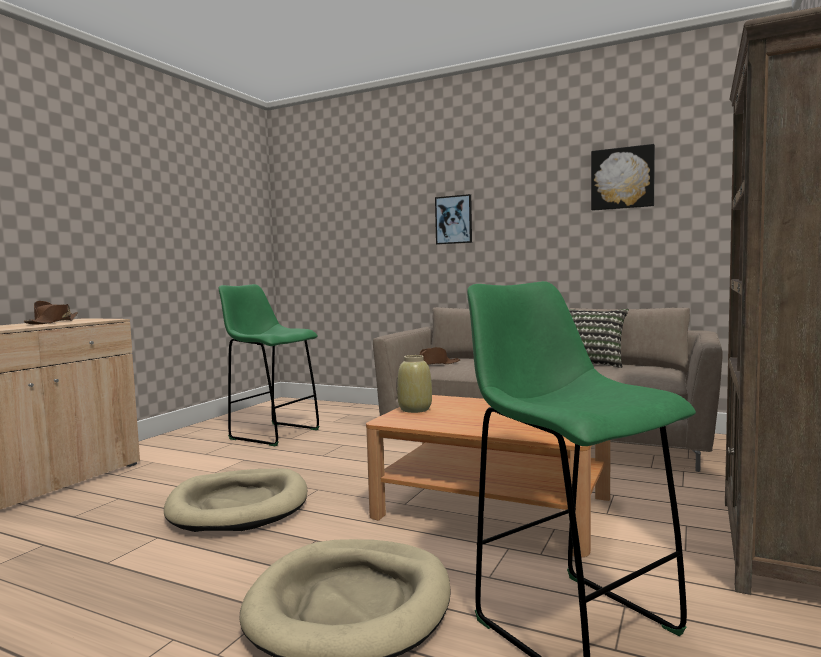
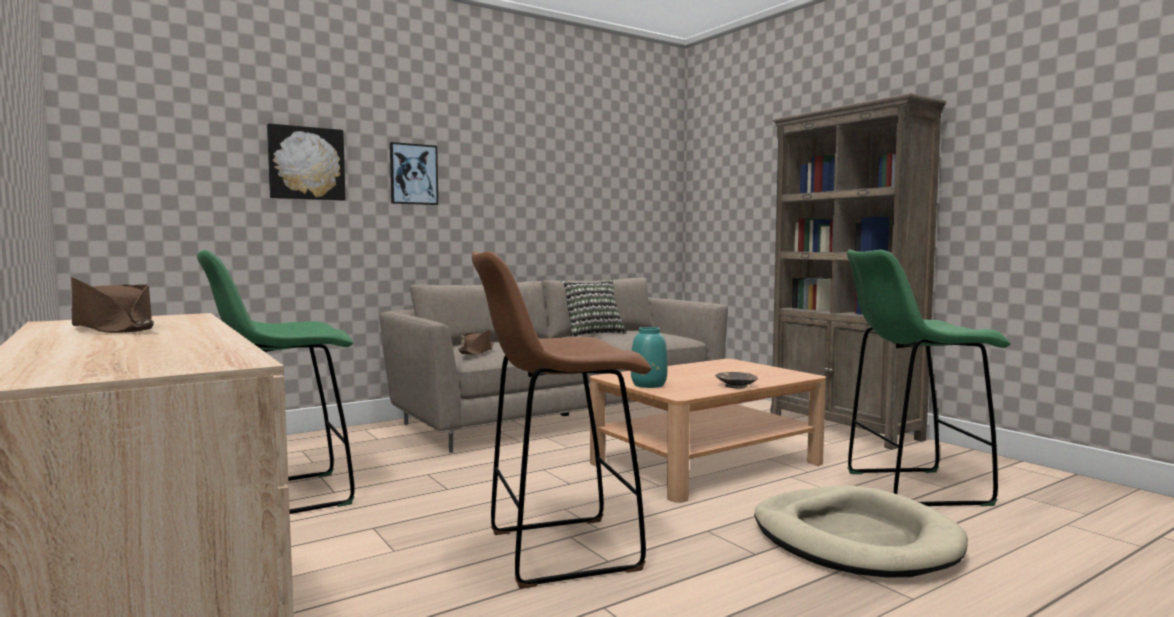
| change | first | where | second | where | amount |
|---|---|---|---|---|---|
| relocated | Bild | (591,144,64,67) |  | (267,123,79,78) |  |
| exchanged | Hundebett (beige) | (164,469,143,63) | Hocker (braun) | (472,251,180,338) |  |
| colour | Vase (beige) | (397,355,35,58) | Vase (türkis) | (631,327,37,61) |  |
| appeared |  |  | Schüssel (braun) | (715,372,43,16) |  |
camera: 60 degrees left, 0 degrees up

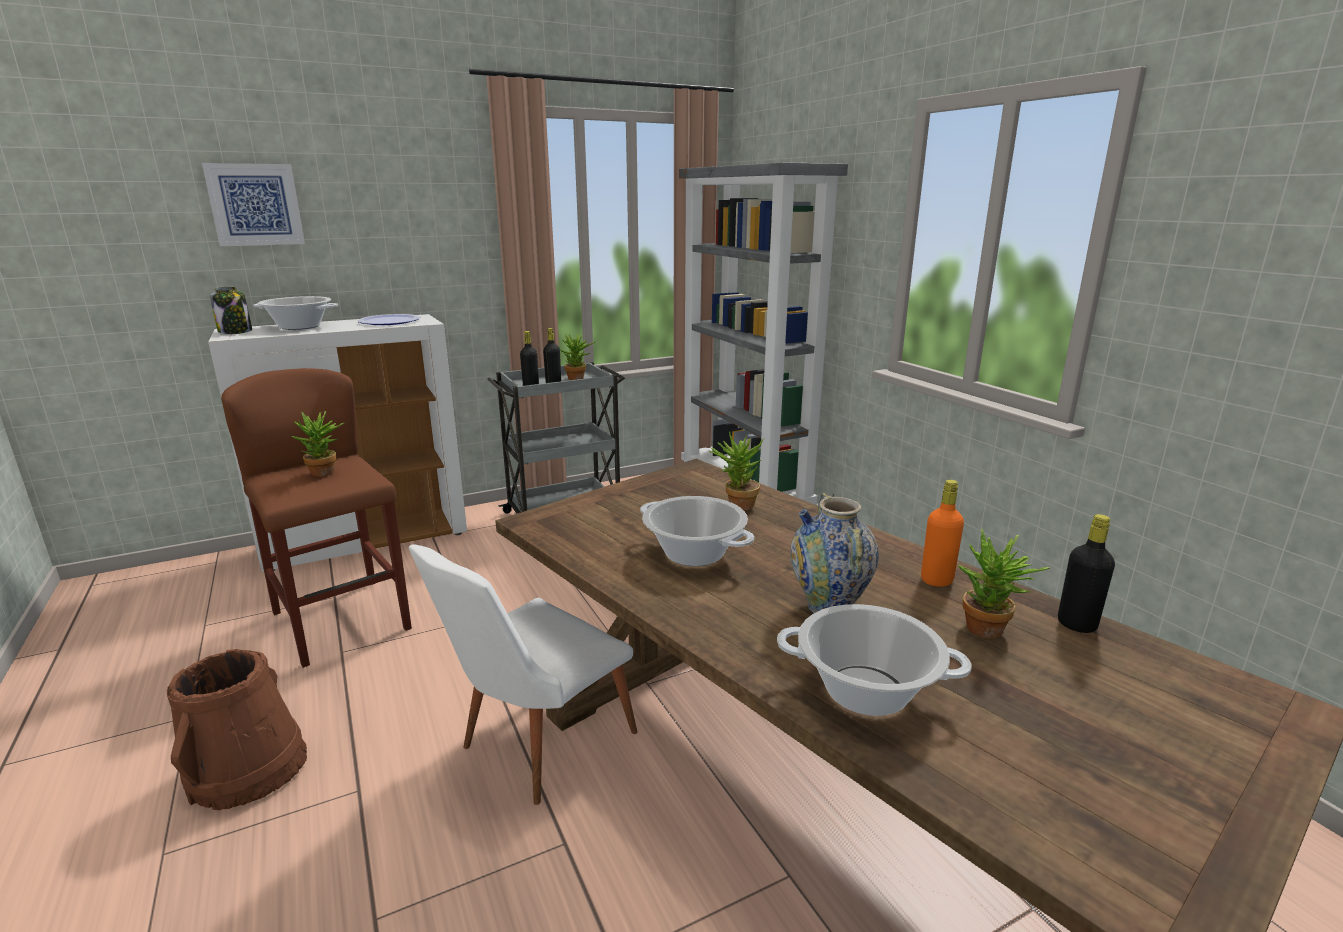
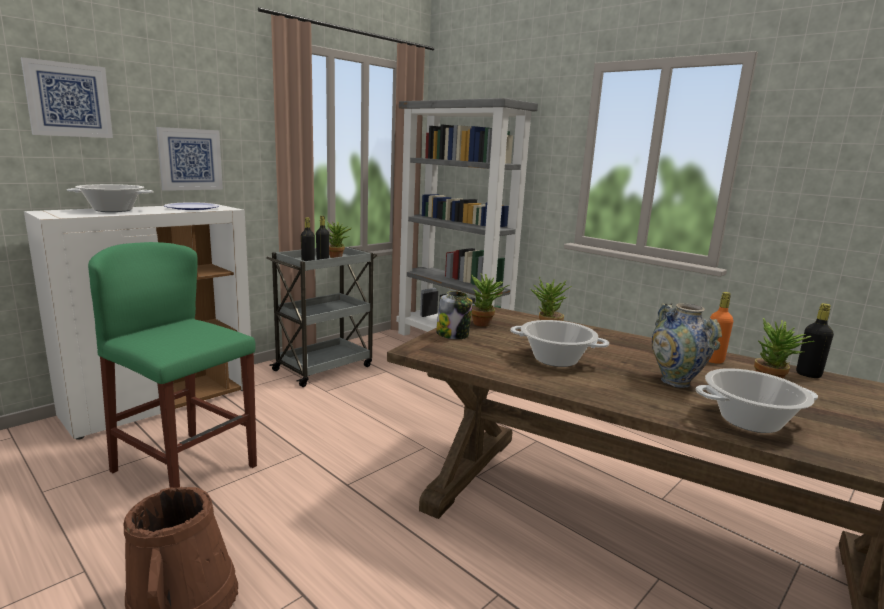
| change | first | where | second | where | amount |
|---|---|---|---|---|---|
| colour | Hocker (braun) | (221,368,191,300) | Hocker (grün) | (88,242,169,246) |  |
| appeared |  |  | Bild | (156,127,67,64) |  |
| relocated | Vorratsglas | (210,287,42,47) |  | (436,291,37,48) |  |
| relocated | Topfpflanze | (291,411,54,66) |  | (471,273,38,54) |  |
| missing | Stuhl (weiß) | (409,545,228,260) |  |  |  |
camera: 20 degrees left, 5 degrees down

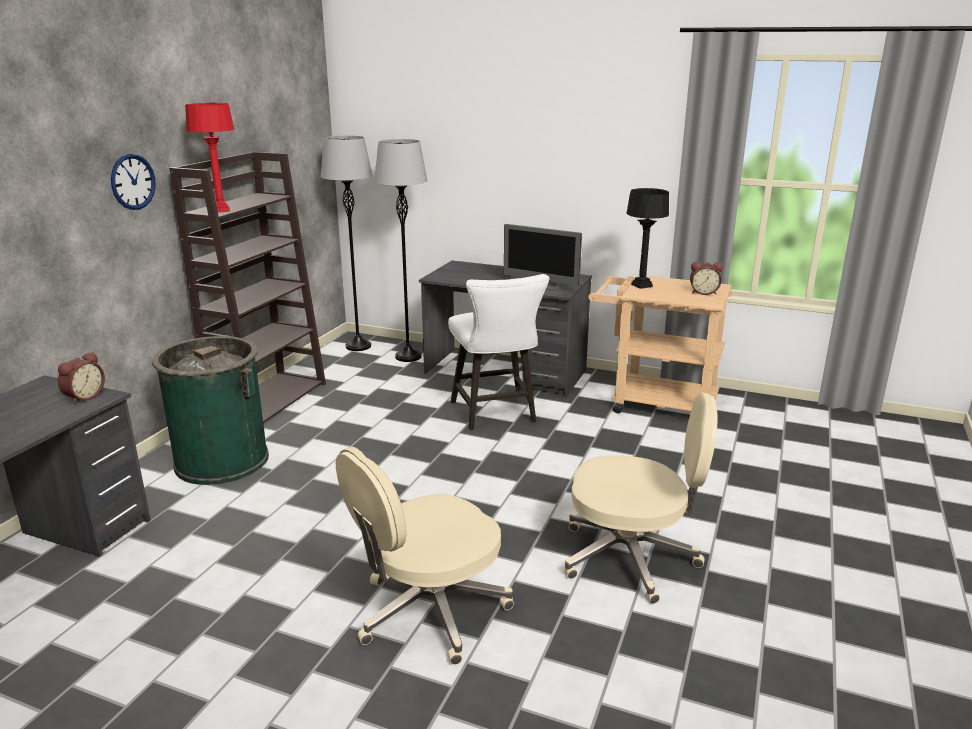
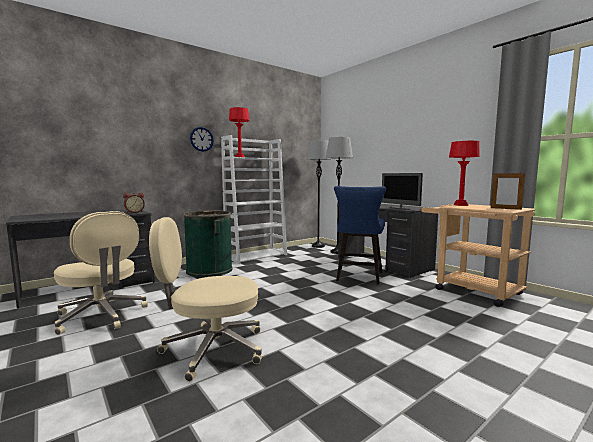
| change | first | where | second | where | amount |
|---|---|---|---|---|---|
| relocated | Bürostuhl (beige) | (564,392,154,212) |  | (54,211,93,124) |  |
| colour | Bücherregal (braun) | (169,152,157,271) | Bücherregal (weiß) | (221,135,66,129) |  |
| colour | Hocker (weiß) | (448,274,101,156) | Hocker (blau) | (334,186,52,98) |  |
| colour | Tischlampe (schwarz) | (627,188,42,101) | Tischlampe (rot) | (449,141,31,65) |  |
| exchanged | Wecker | (690,262,33,33) | Bilderrahmen | (491,172,34,38) |  |
camera: 30 degrees right, 15 degrees down

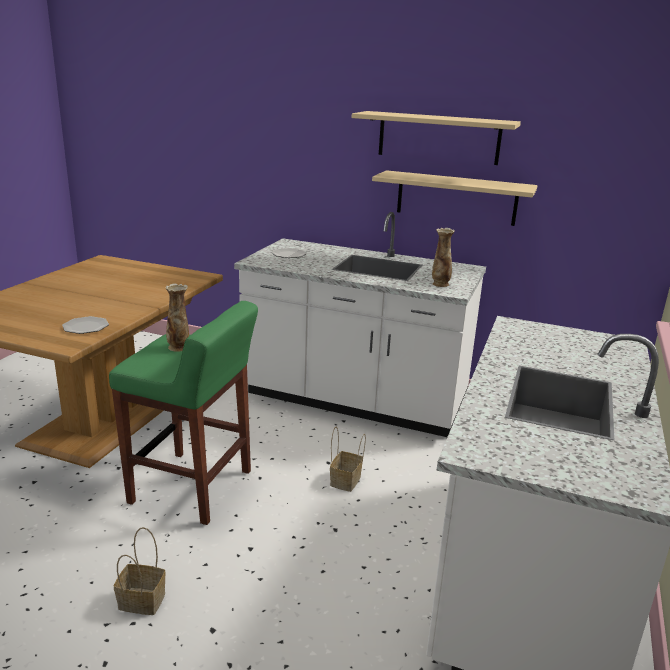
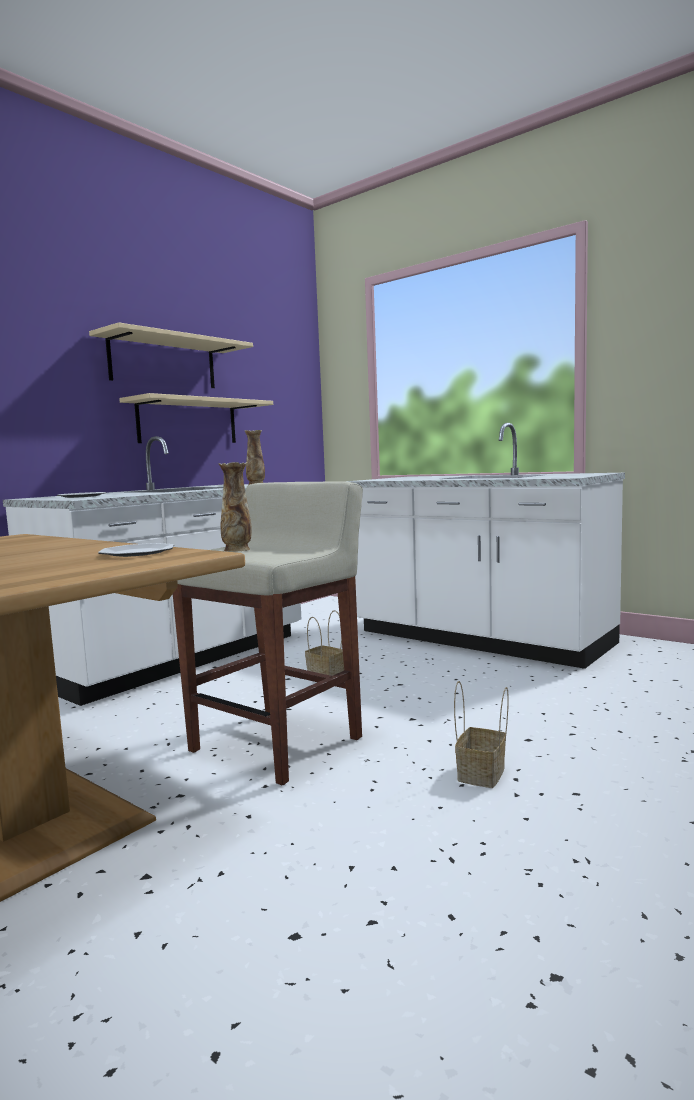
| change | first | where | second | where | amount |
|---|---|---|---|---|---|
| colour | Hocker (grün) | (109,301,149,224) | Hocker (beige) | (173,481,190,304) |  |
camera: 70 degrees left, 15 degrees down

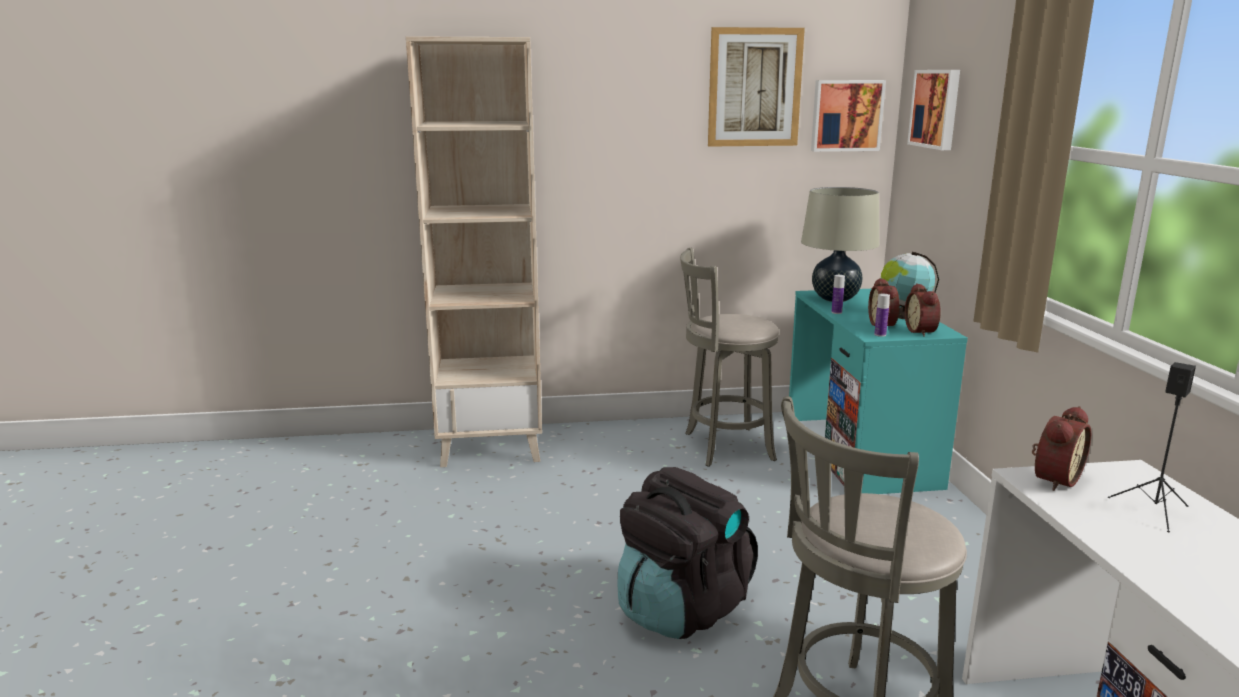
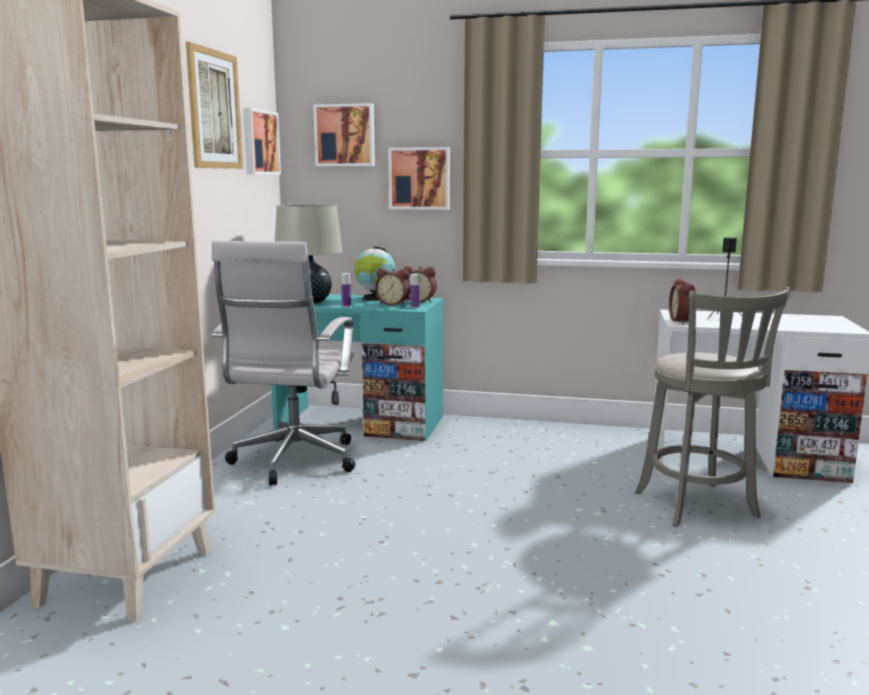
| change | first | where | second | where | amount |
|---|---|---|---|---|---|
| exchanged | Hocker (grau) | (680,248,99,219) | Bürostuhl (weiß) | (212,241,143,244) |  |
| appeared |  |  | Bild | (388,147,62,63) |  |
| spun | Wecker | (1032,406,59,85) |  | (669,279,27,45) | 150 degrees counterclockwise |
| missing | Rucksack (schwarz) | (618,467,140,172) |  |  |  |
camera: 70 degrees left, 5 degrees down

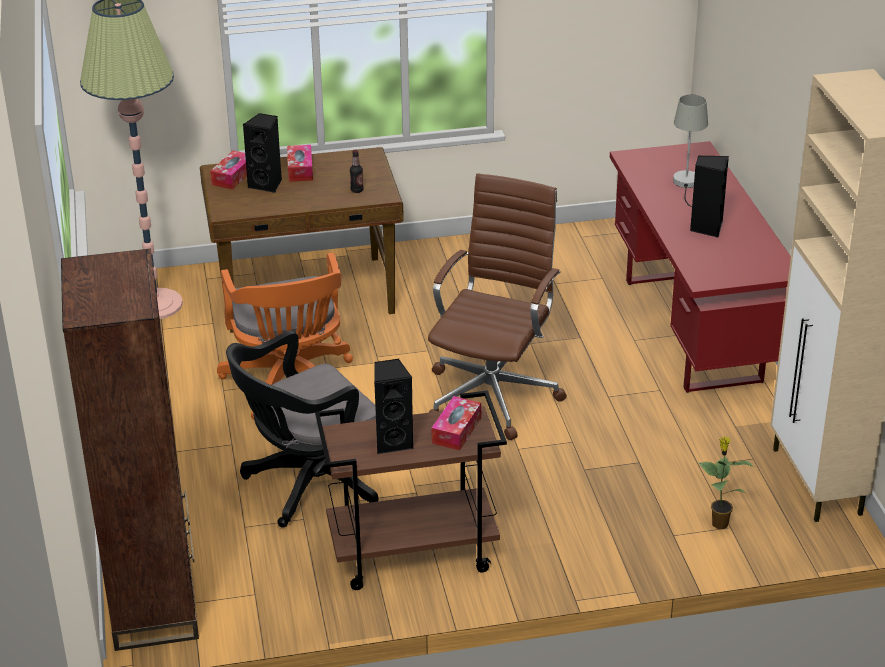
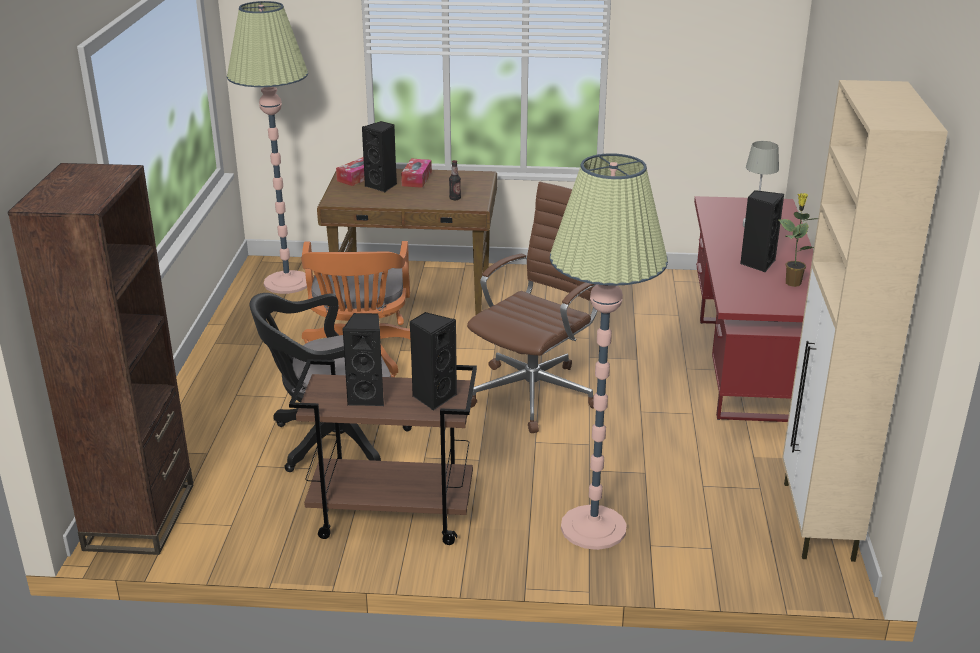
| change | first | where | second | where | amount |
|---|---|---|---|---|---|
| exchanged | Taschentuchbox | (432,396,49,55) | Lautsprecher (schwarz) | (409,312,48,99) |  |
| appeared |  |  | Stehlampe | (550,153,118,397) |  |
| relocated | Topfpflanze | (699,437,55,92) |  | (779,193,39,94) |  |
camera: 15 degrees right, 5 degrees down

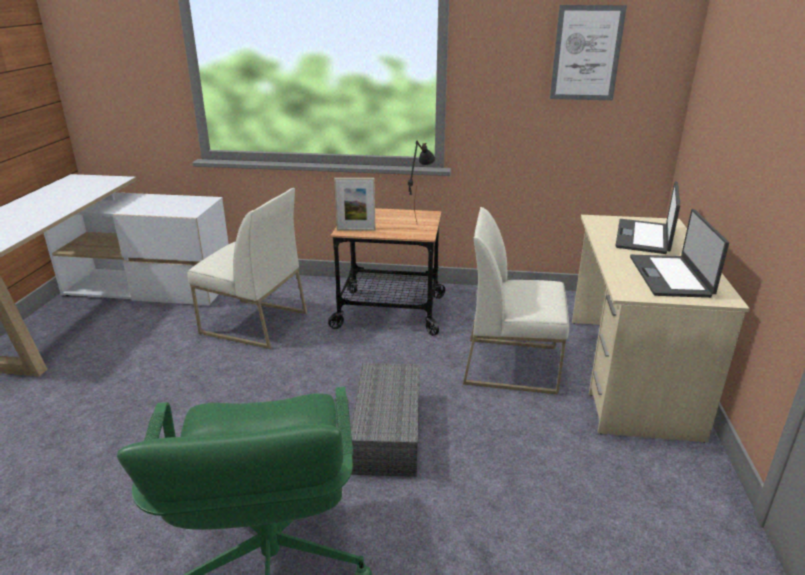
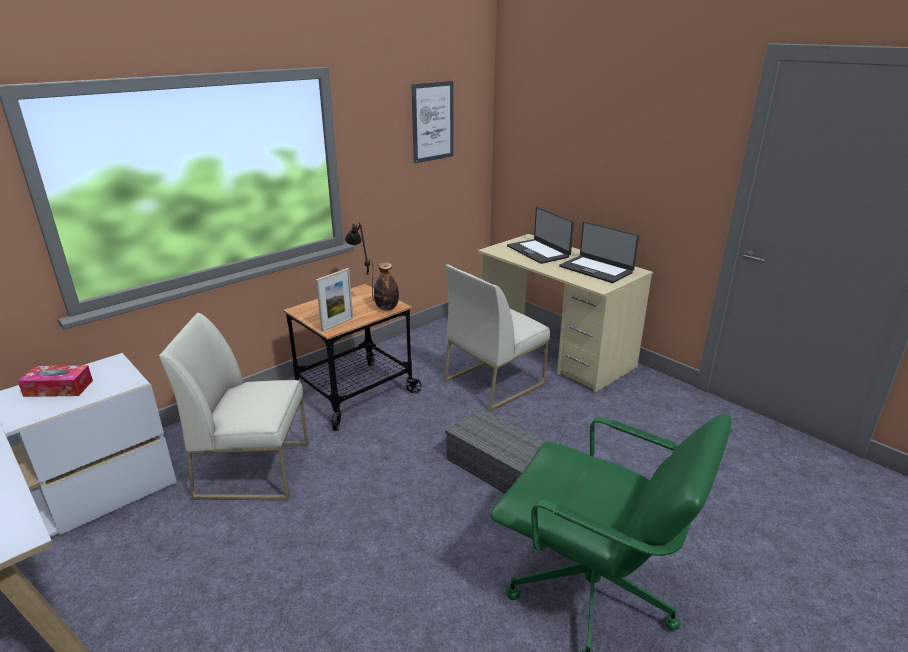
| change | first | where | second | where | amount |
|---|---|---|---|---|---|
| appeared |  |  | Taschentuchbox | (18,365,75,32) |  |
| spun | Stuhl (weiß) | (187,188,120,161) |  | (159,313,150,187) | 150 degrees counterclockwise |
| appeared |  |  | Flasche | (374,262,25,49) |  |
camera: 50 degrees left, 0 degrees up

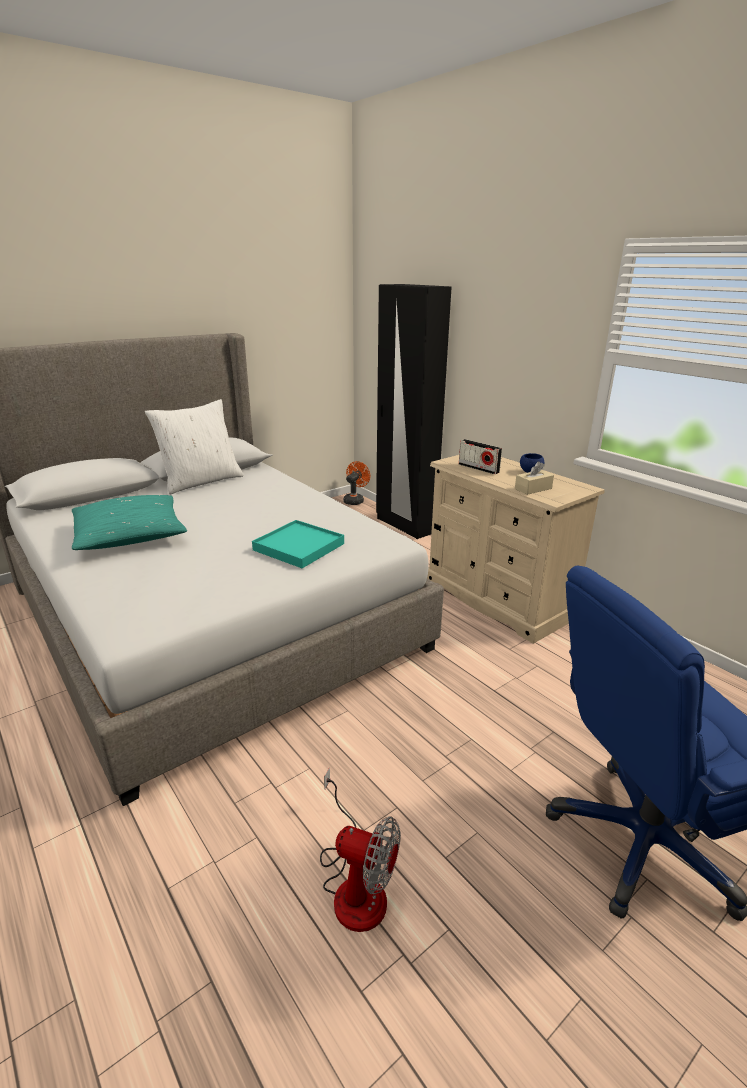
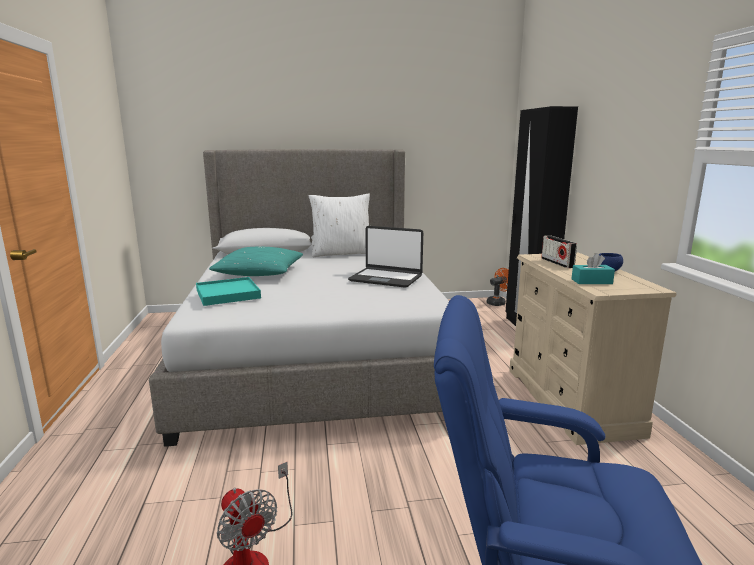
| change | first | where | second | where | amount |
|---|---|---|---|---|---|
| relocated | Tablett (türkis) | (252,520,92,48) |  | (196,277,65,29) |  |
| appeared |  |  | Laptop | (348,226,75,62) |  |
| colour | Taschentuchbox (beige) | (515,461,39,34) | Taschentuchbox (türkis) | (571,253,44,31) |  |
camera: 30 degrees right, 10 degrees down

